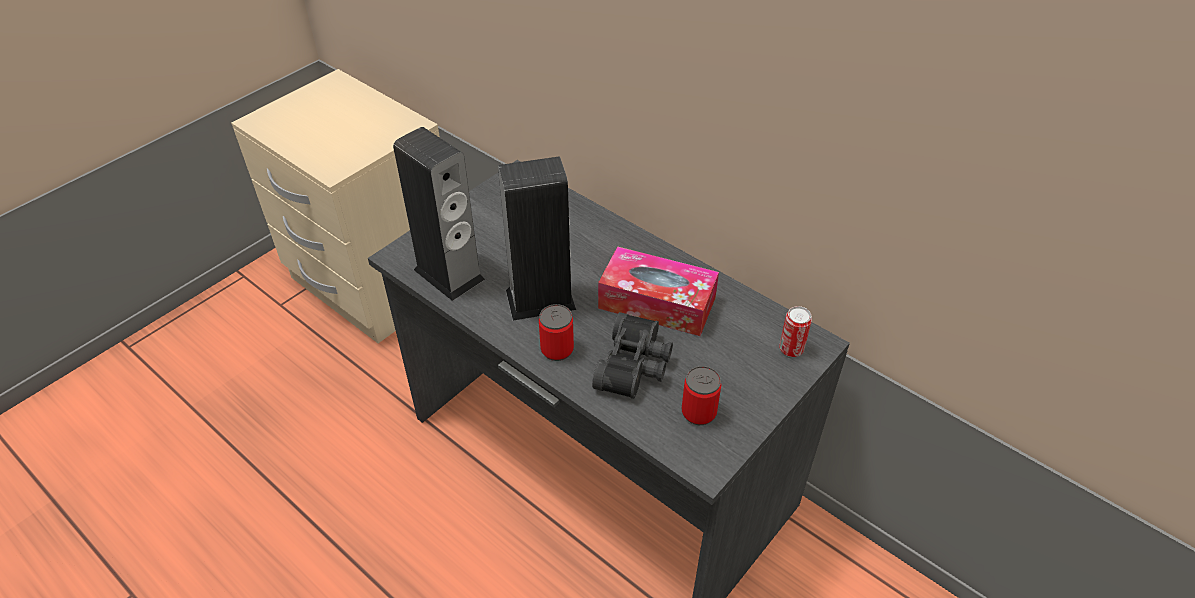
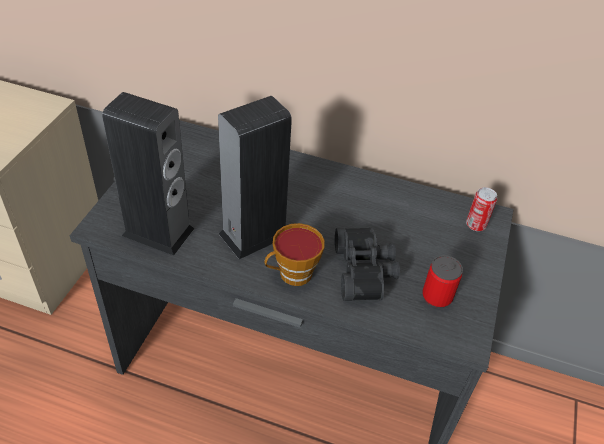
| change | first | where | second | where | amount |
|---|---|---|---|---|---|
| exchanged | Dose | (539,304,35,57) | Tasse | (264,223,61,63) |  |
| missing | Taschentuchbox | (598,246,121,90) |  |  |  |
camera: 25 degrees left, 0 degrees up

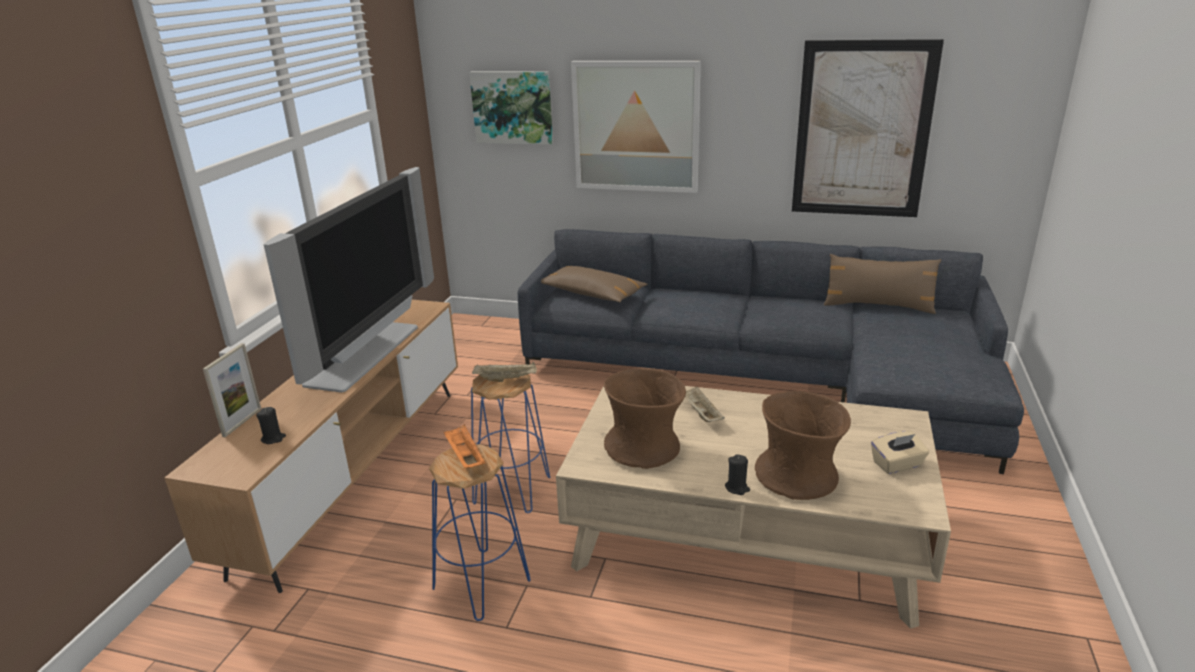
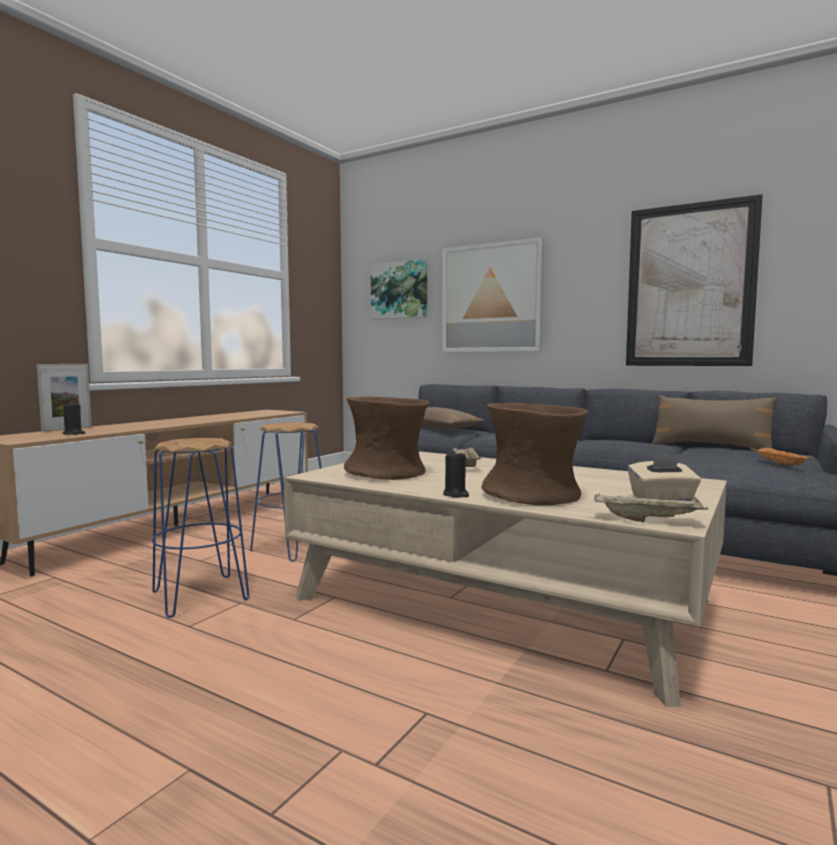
| change | first | where | second | where | amount |
|---|---|---|---|---|---|
| relocated | Tablett (beige) | (472,362,65,20) |  | (594,493,114,29) |  |
| relocated | Tablett (orange) | (443,424,42,44) |  | (750,447,63,19) |  |
| missing | Fernseher | (264,167,170,225) |  |  |  |
camera: 15 degrees right, 20 degrees down

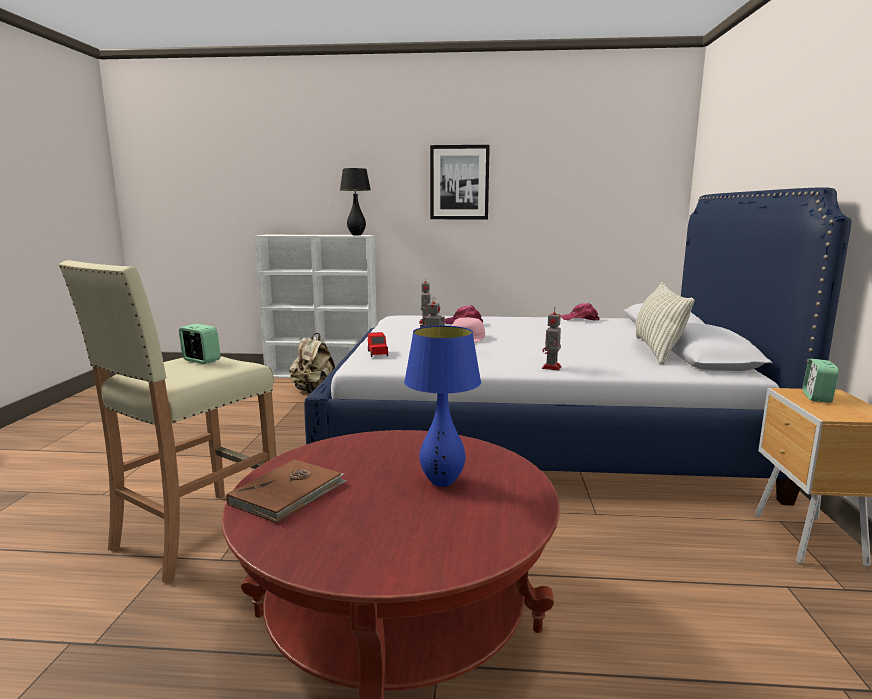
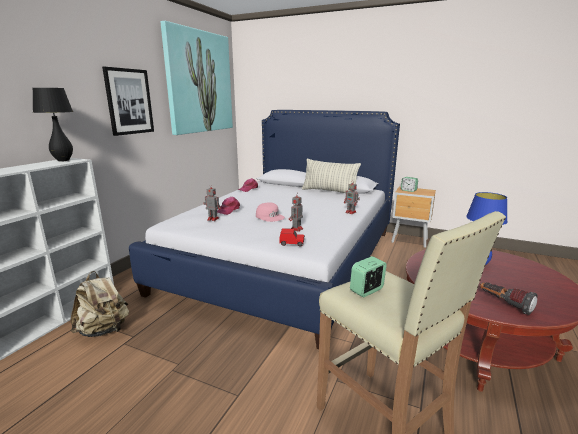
| change | first | where | second | where | amount |
|---|---|---|---|---|---|
| appeared |  |  | Bild | (160,21,73,114) |  |
| exchanged | Buch (braun) | (227,459,120,64) | Taschenlampe | (480,283,58,32) |  |
camera: 70 degrees left, 5 degrees up

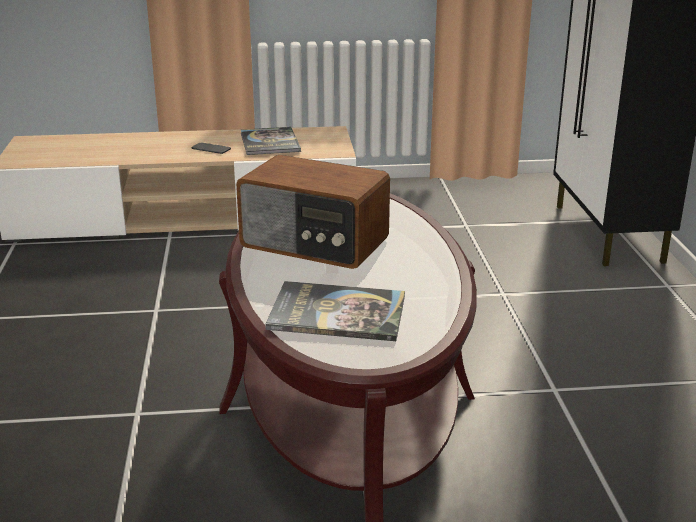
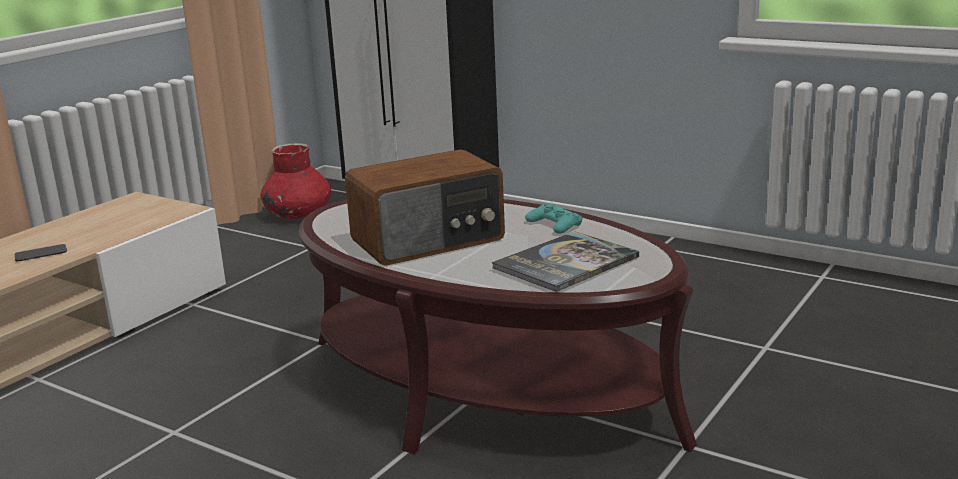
| change | first | where | second | where | amount |
|---|---|---|---|---|---|
| appeared |  |  | Vase (rot) | (260,143,71,76) |  |
| appeared |  |  | Gamepad (türkis) | (525,204,58,30) |  |
| missing | Buch | (241,127,60,28) |  |  |  |
camera: 50 degrees left, 5 degrees down

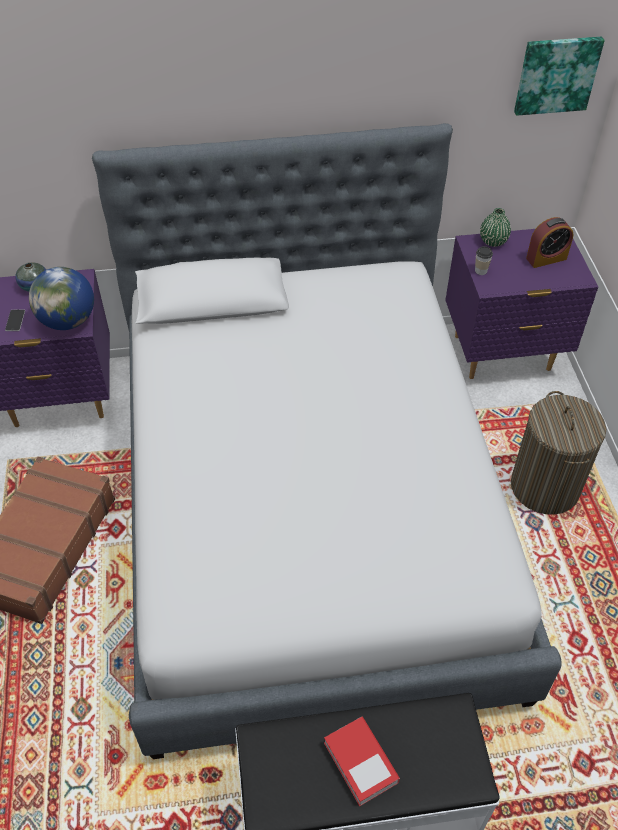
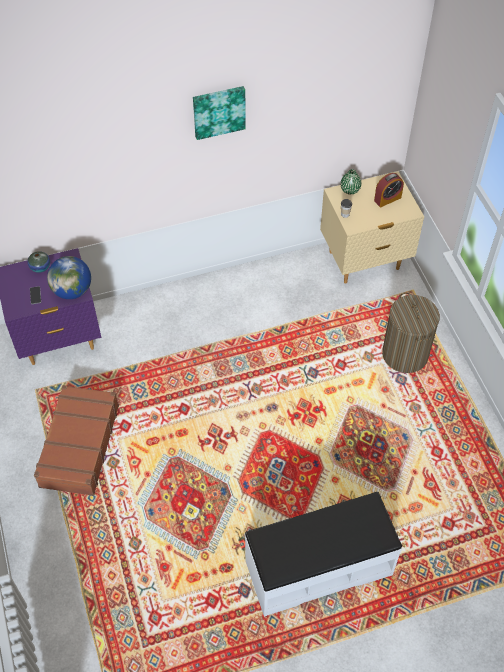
| change | first | where | second | where | amount |
|---|---|---|---|---|---|
| relocated | Bild | (514,37,91,79) |  | (193,86,53,54) |  |
| colour | Nachttisch (lila) | (445,229,153,150) | Nachttisch (beige) | (320,171,104,113) |  |
| missing | Bett | (92,123,470,636) |  |  |  |
| missing | Buch | (324,716,76,91) |  |  |  |
camera: 10 degrees left, 5 degrees up

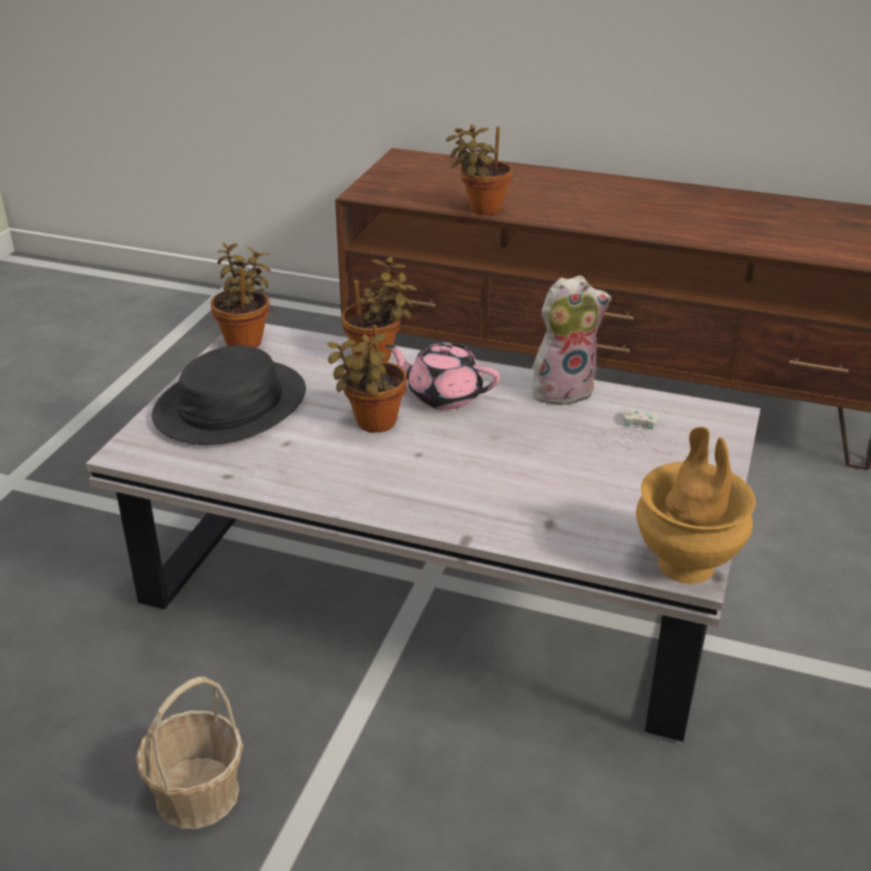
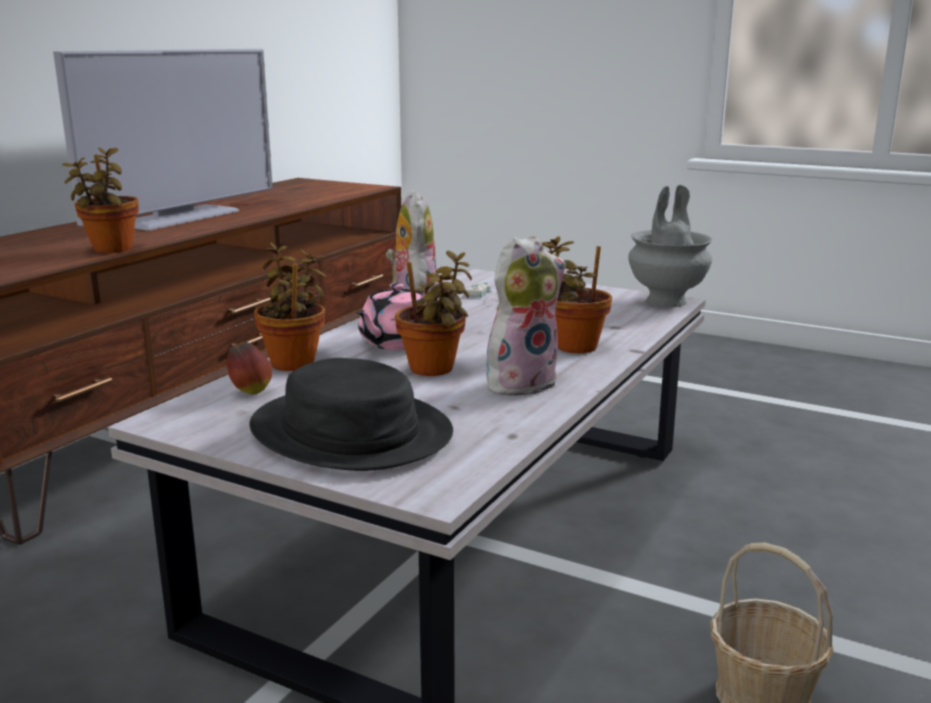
| change | first | where | second | where | amount |
|---|---|---|---|---|---|
| appeared |  |  | Fernseher | (53,49,220,182) |  |
| appeared |  |  | Apfel | (227,342,45,52) |  |
| appeared |  |  | Plüschtier | (486,235,80,161) |  |
| relocated | Topfpflanze | (211,243,60,105) |  | (542,236,70,117) |  |
| colour | Vase (braun) | (636,427,119,157) | Vase (grau) | (628,185,85,122) |  |
camera: 80 degrees left, 15 degrees down

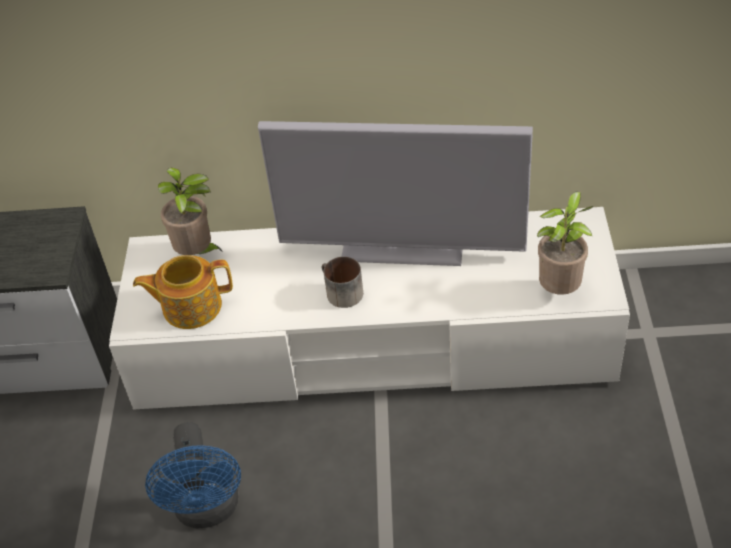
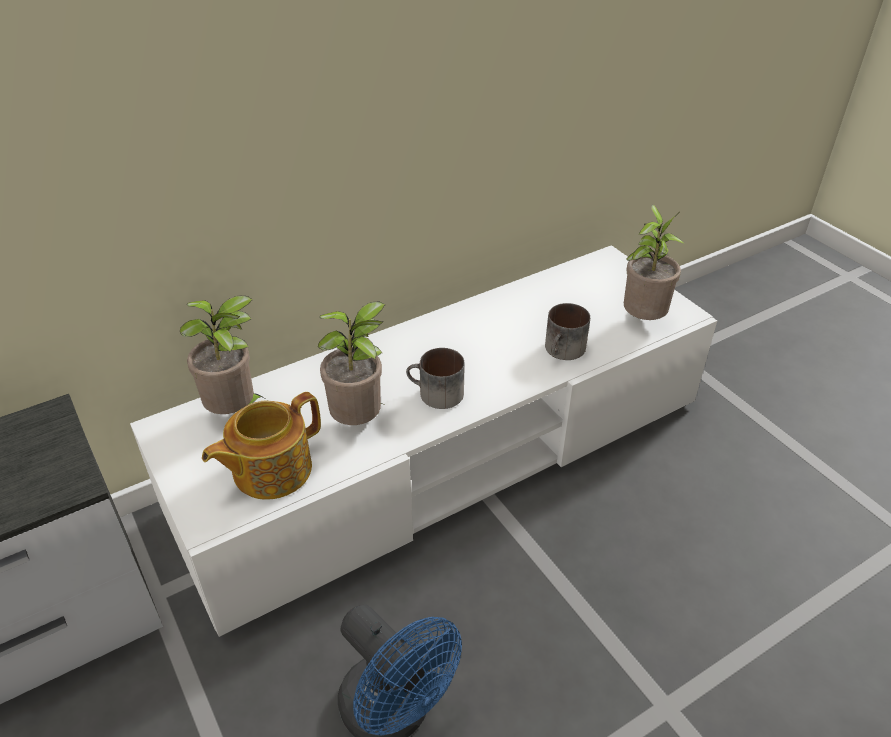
| change | first | where | second | where | amount |
|---|---|---|---|---|---|
| appeared |  |  | Topfpflanze | (317,302,68,123) |  |
| appeared |  |  | Henkelbecher | (545,303,45,57) |  |
| missing | Fernseher | (258,121,275,145) |  |  |  |
camera: 35 degrees left, 5 degrees down

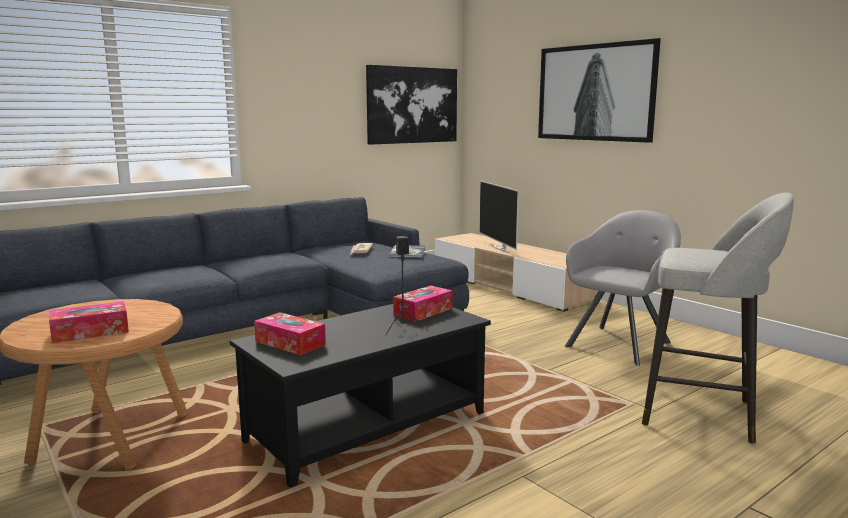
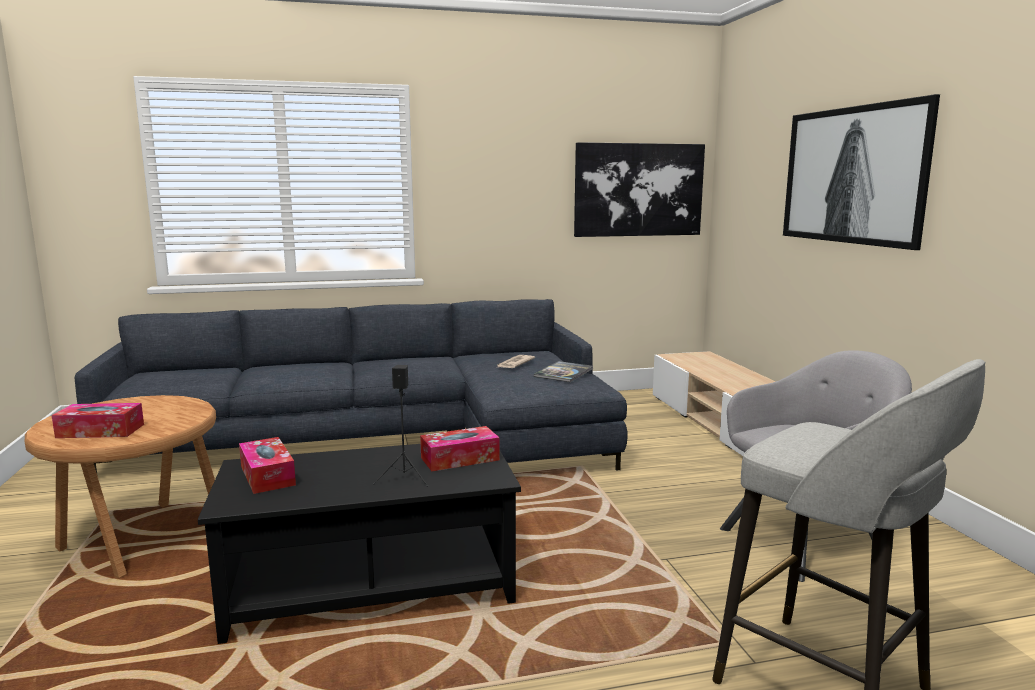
| change | first | where | second | where | amount |
|---|---|---|---|---|---|
| missing | Fernseher | (479,181,40,72) |  |  |  |
camera: 25 degrees right, 0 degrees up

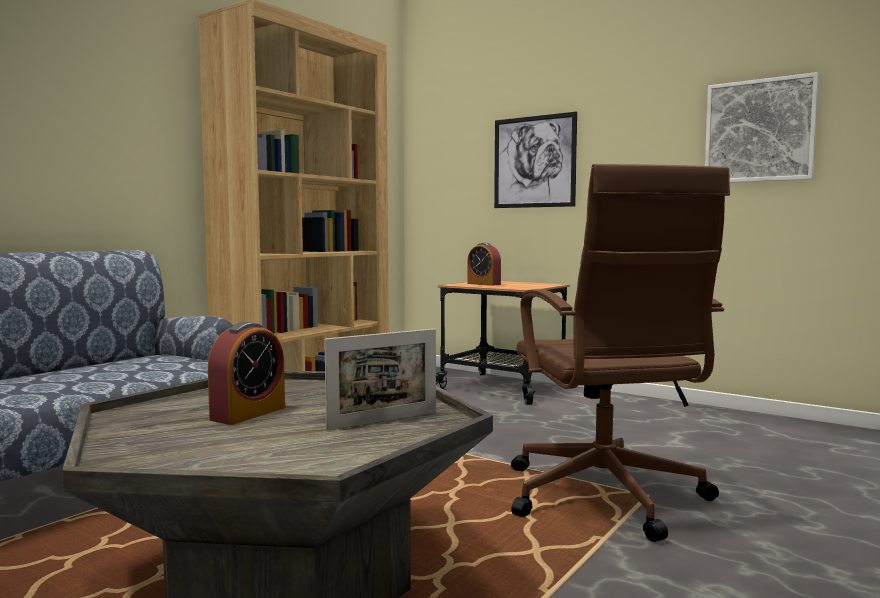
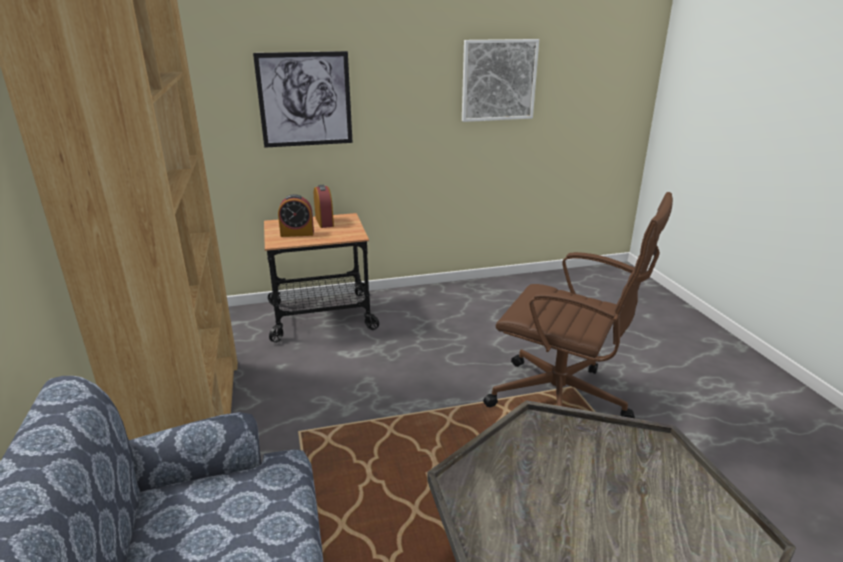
| change | first | where | second | where | amount |
|---|---|---|---|---|---|
| relocated | Wecker | (208,322,77,103) |  | (314,185,20,43) |  |
| missing | Bilderrahmen | (324,329,112,102) |  |  |  |
camera: 50 degrees left, 20 degrees up

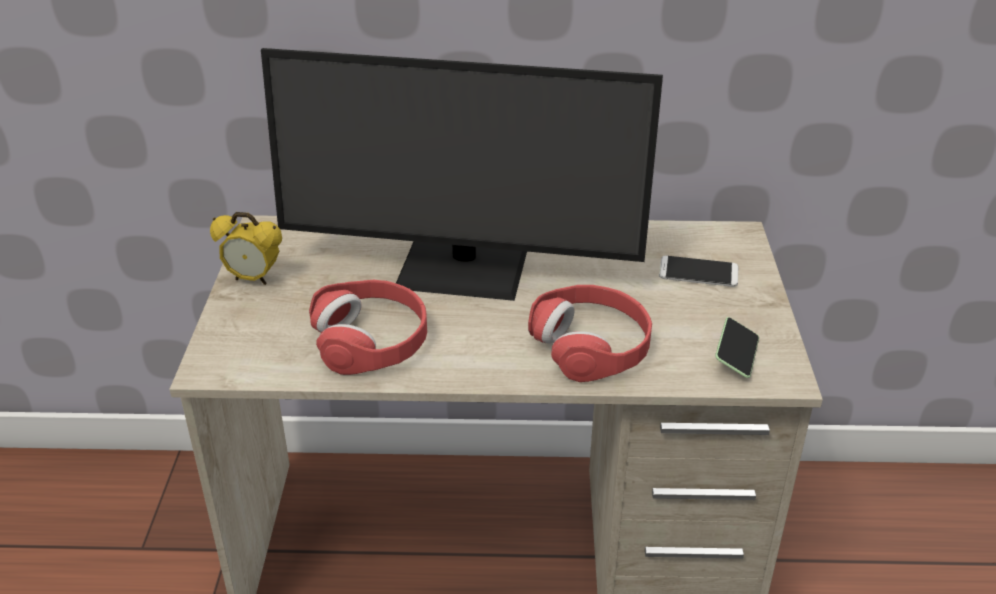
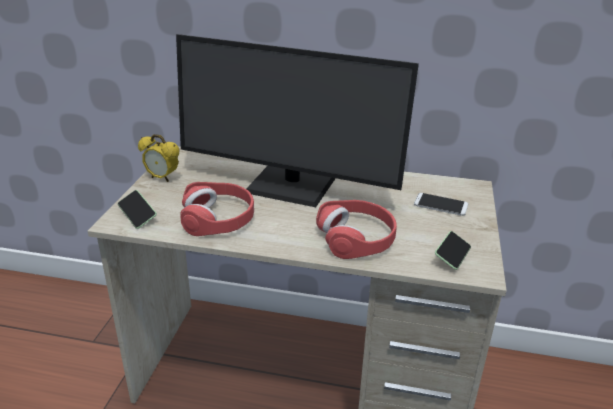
| change | first | where | second | where | amount |
|---|---|---|---|---|---|
| appeared |  |  | Handy | (118,190,39,39) |  |
camera: 10 degrees right, 5 degrees down

